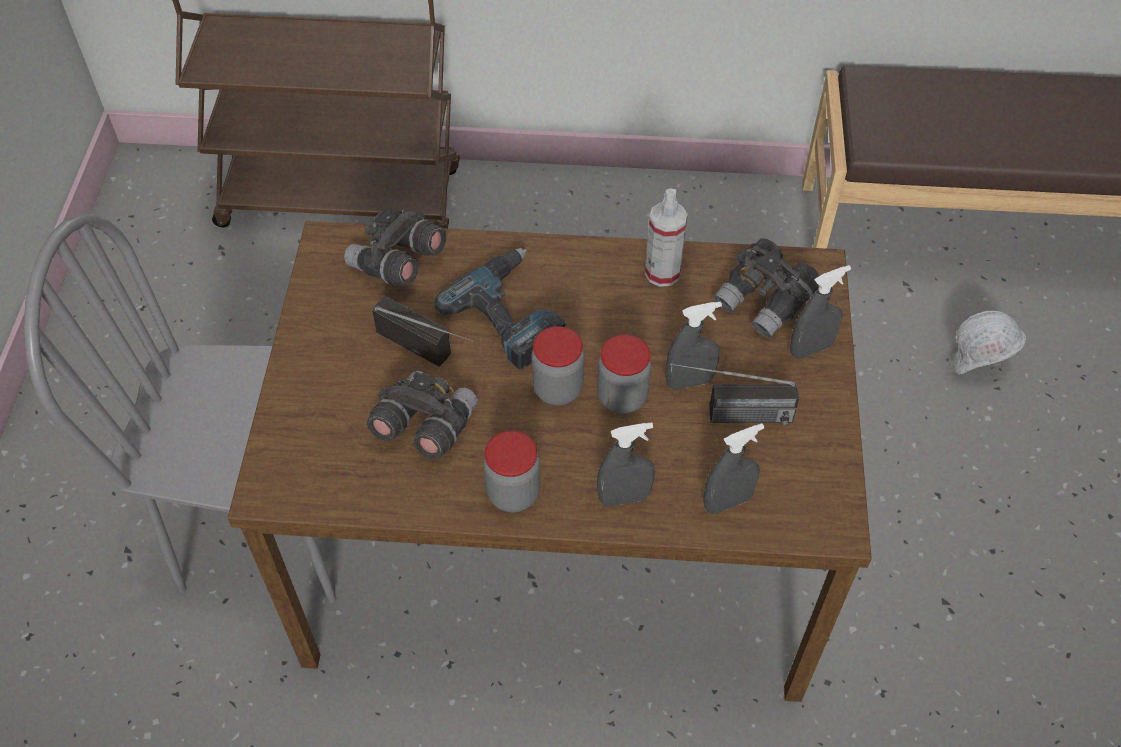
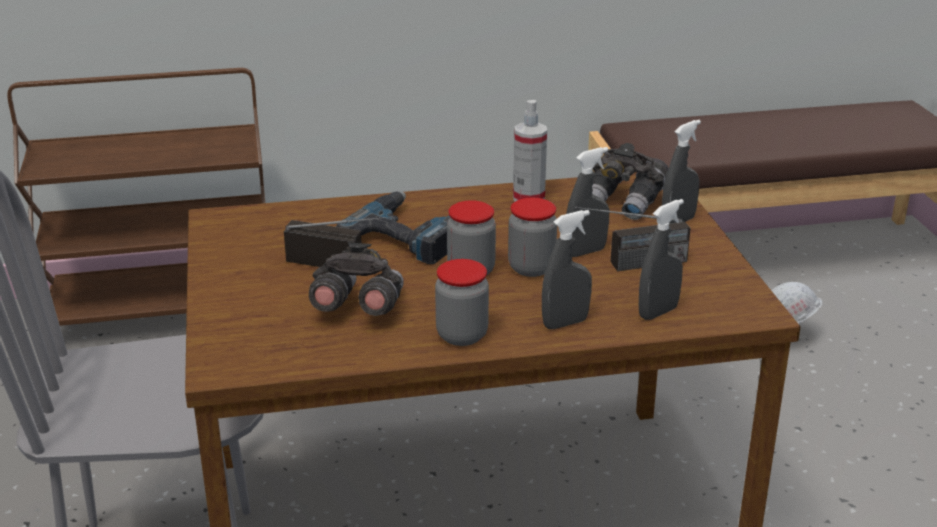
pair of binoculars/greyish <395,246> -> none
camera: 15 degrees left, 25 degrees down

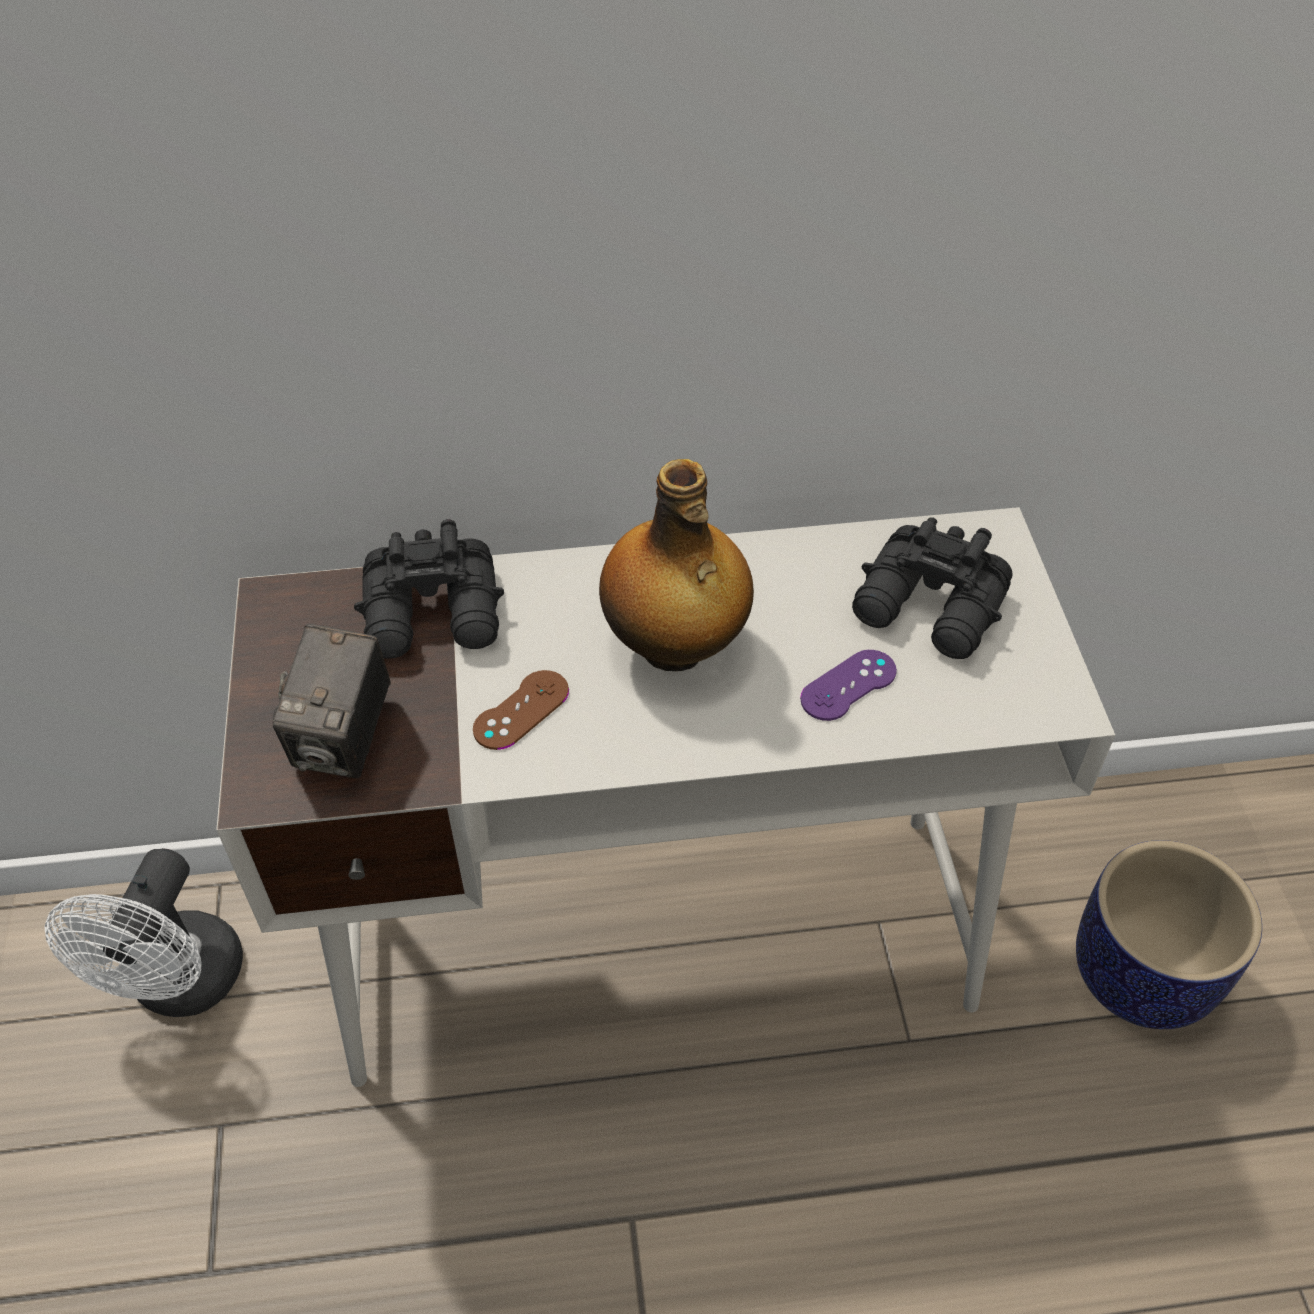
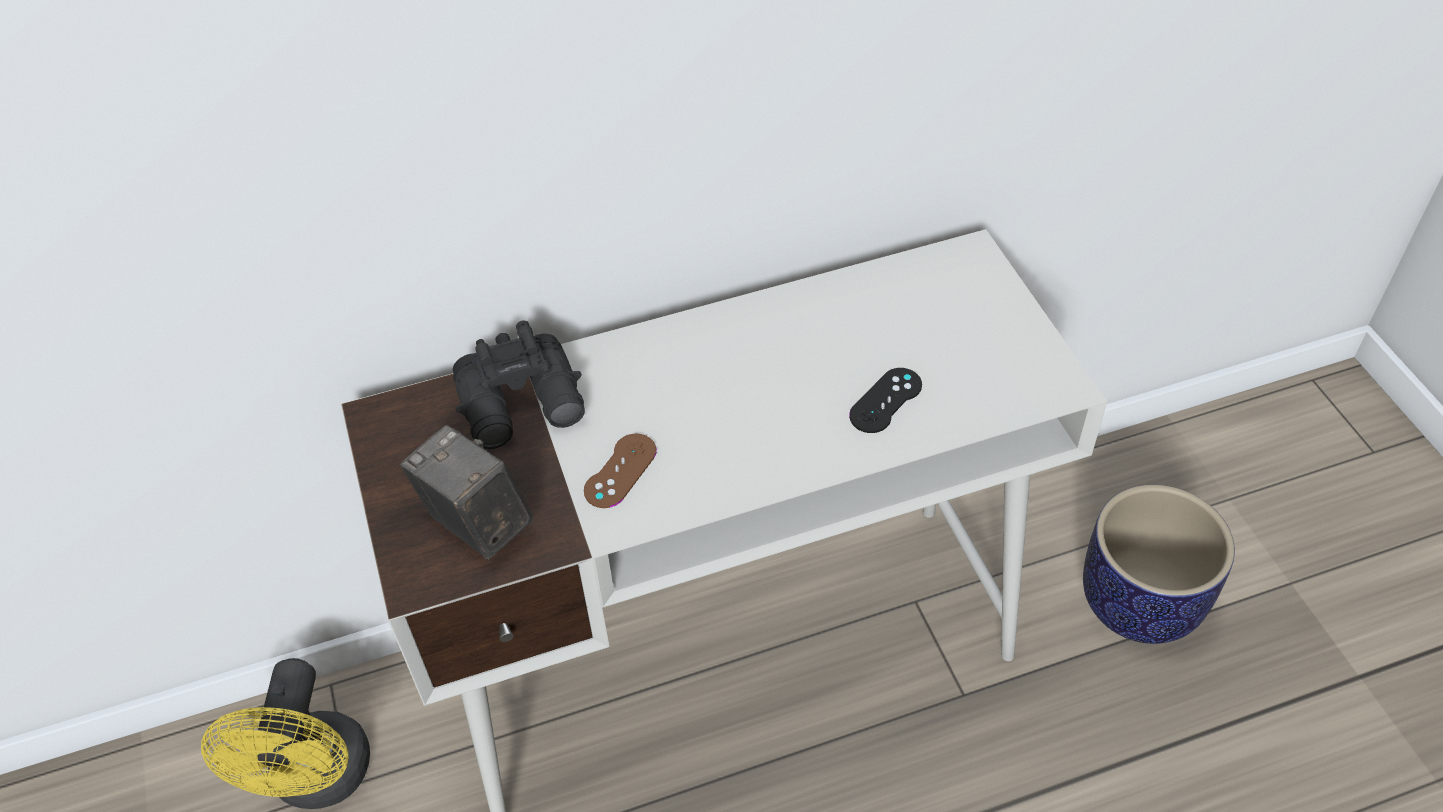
electric fan/white <143,932> -> electric fan/yellow-coloured <285,733>
photo camera <331,701> -> photo camera <467,492>, 135 degrees clockwise
bottle <676,565> -> none
joypad/purple <848,685> -> joypad/blackish <885,400>
pair of binoculars/blackish <932,588> -> none
camera: 10 degrees left, 0 degrees up

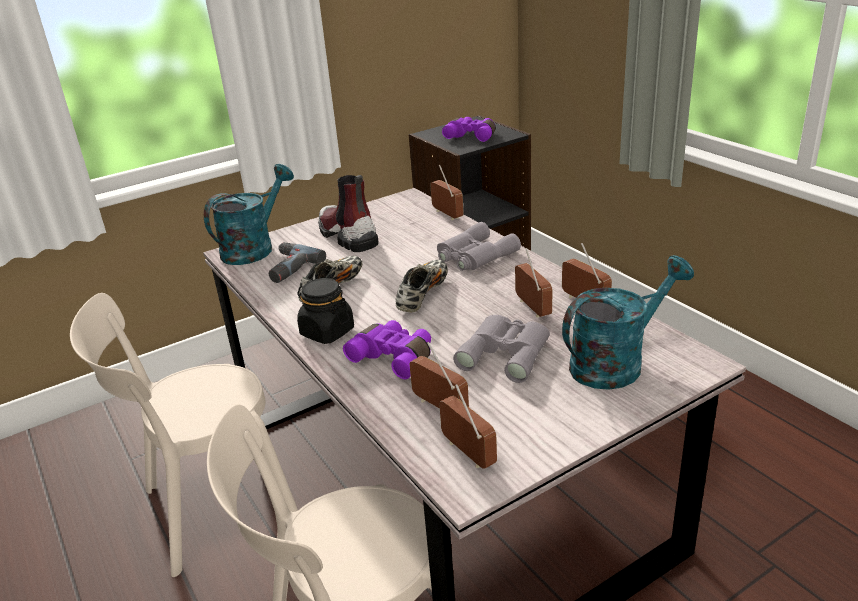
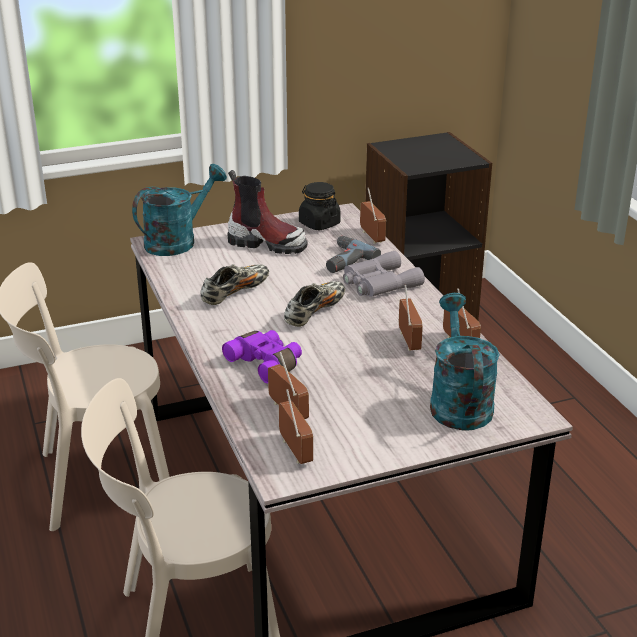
electric drill <297,262> -> electric drill <353,254>, shifted
storage jar/blackish <325,311> -> storage jar/blackish <320,206>, shifted
tall boot <348,213> -> tall boot <268,212>, 135 degrees clockwise
pair of binoculars/purple <469,129> -> none
pair of binoculars/greyish <501,349> -> none
watering pot/turquoise <628,322> -> watering pot/turquoise <465,361>, 75 degrees counterclockwise
camera: 10 degrees right, 0 degrees up

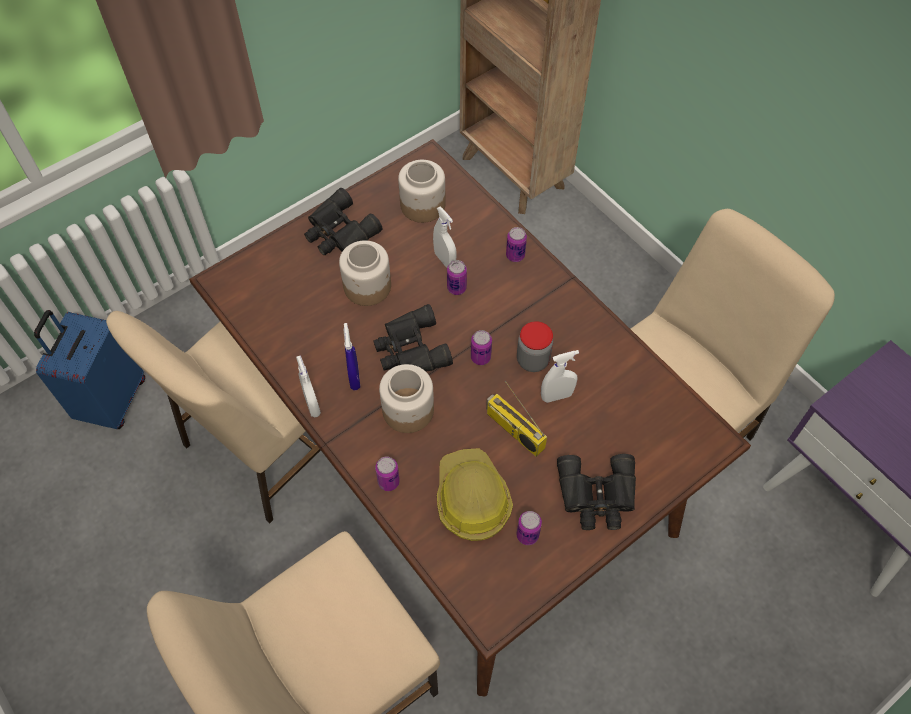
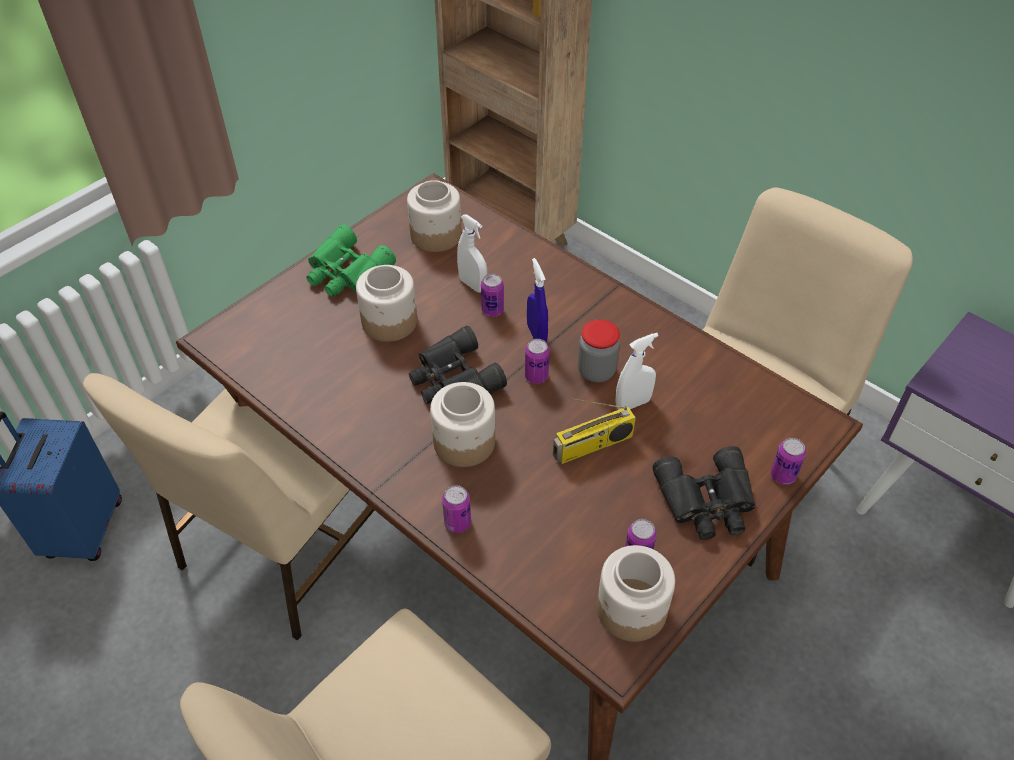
spray bottle/white <308,386> -> none
pair of binoculars/blackish <343,221> -> pair of binoculars/green <351,260>
spray bottle/blue-coloured <352,356> -> spray bottle/blue-coloured <537,300>, shifted
safety helmet <475,494> -> none
radio <516,419> -> radio <594,431>, 60 degrees counterclockwise
can <516,244> -> can <788,461>, shifted
none -> storage jar <636,593>
camera: 10 degrees left, 10 degrees down

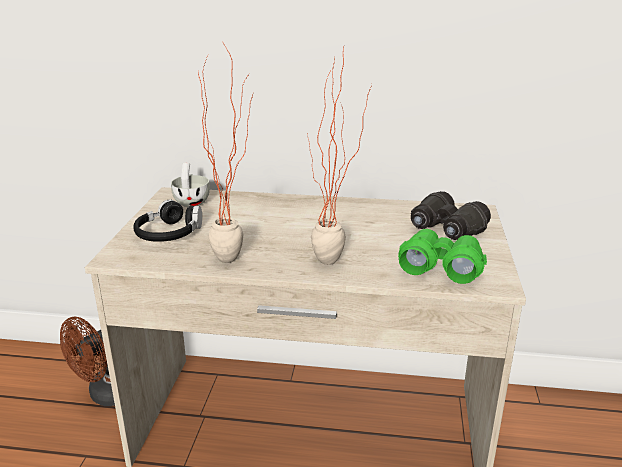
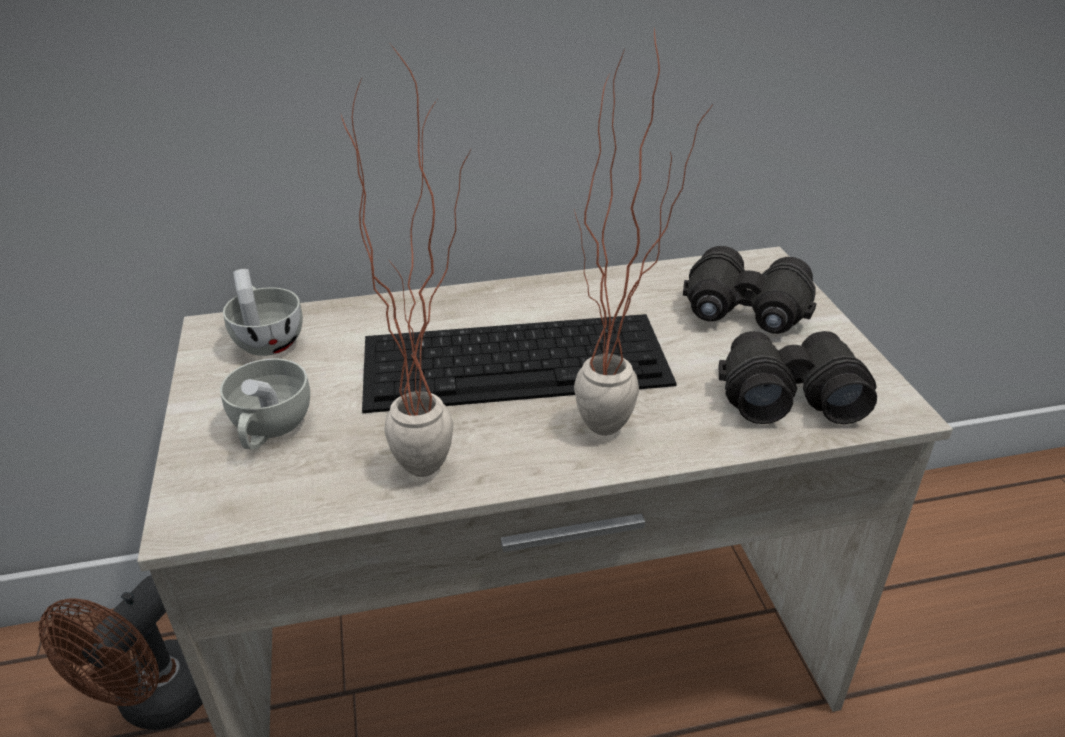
pair of headphones/blackish <167,221> -> small cup/white <265,404>
pair of binoculars/green <442,256> -> pair of binoculars/blackish <798,377>
none -> PC keyboard <519,363>
camera: 20 degrees left, 10 degrees up

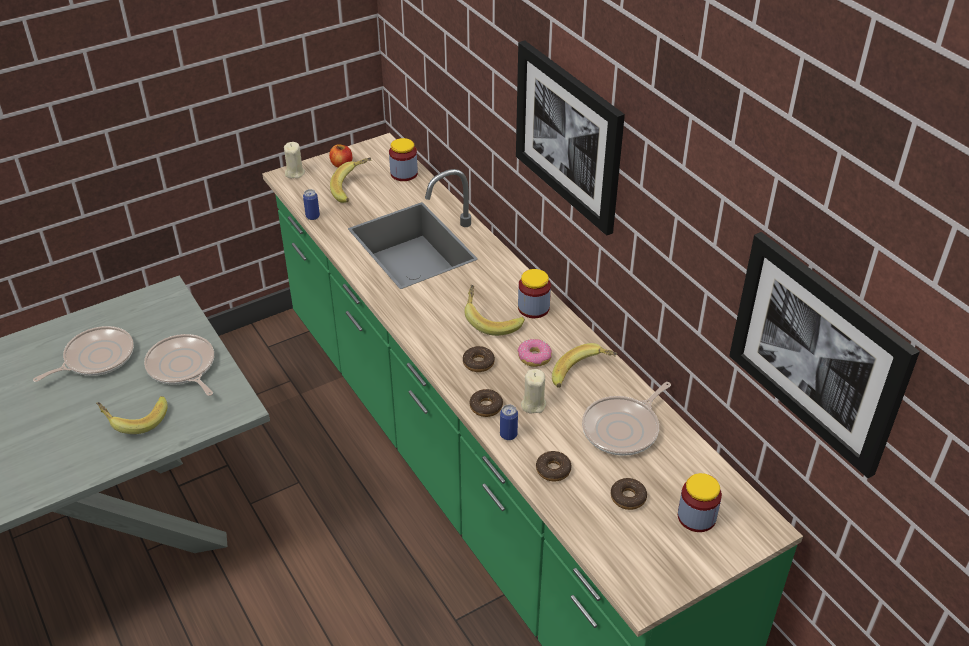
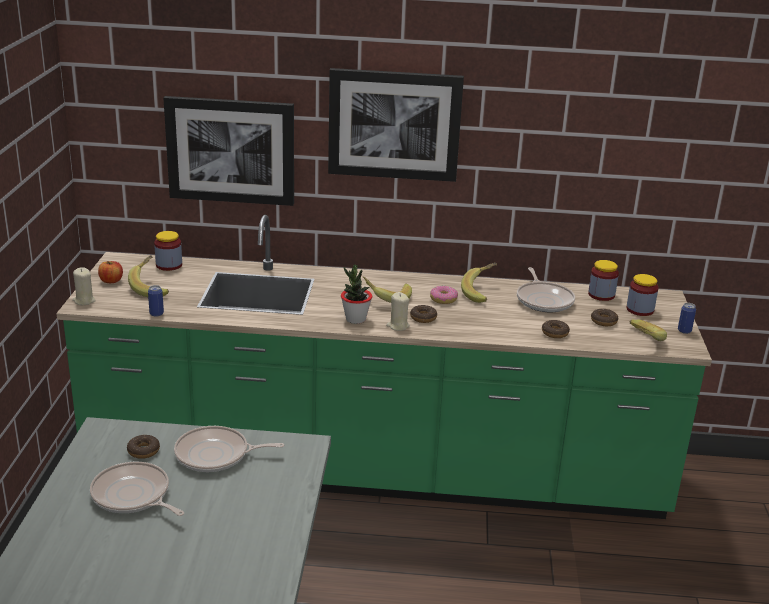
frying pan <83,354> -> frying pan <137,489>, 45 degrees counterclockwise
banana <132,415> -> banana <648,330>, shifted
ring doughnut <486,403> -> ring doughnut <143,447>, shifted
can <509,422> -> can <687,318>, shifted
storage jar <534,293> -> storage jar <603,280>, shifted
candle/sand-coloured <533,391> -> candle/sand-coloured <398,311>, shifted
wall picture <824,355> -> wall picture <228,151>, shifted
none -> potted plant <356,294>
camera: 55 degrees left, 15 degrees down

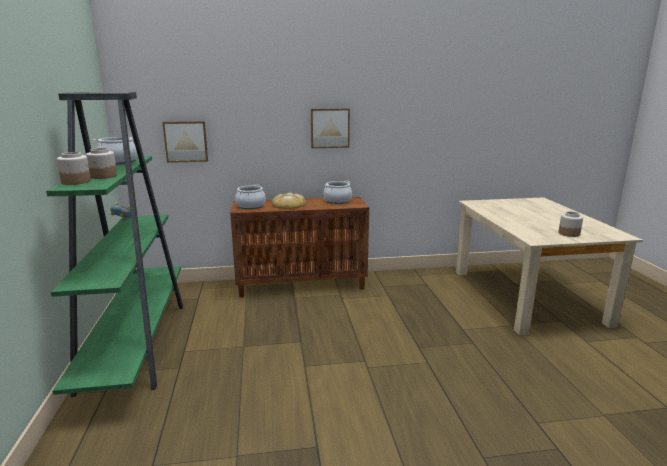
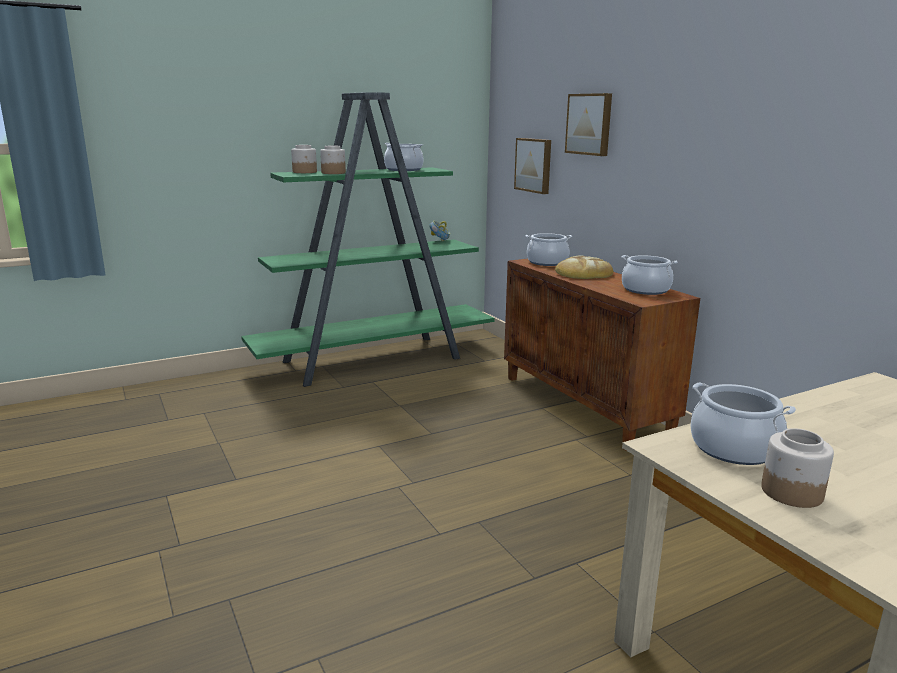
wall picture <330,128> -> wall picture <588,124>, shifted
none -> stockpot <743,423>
camera: 70 degrees right, 0 degrees up

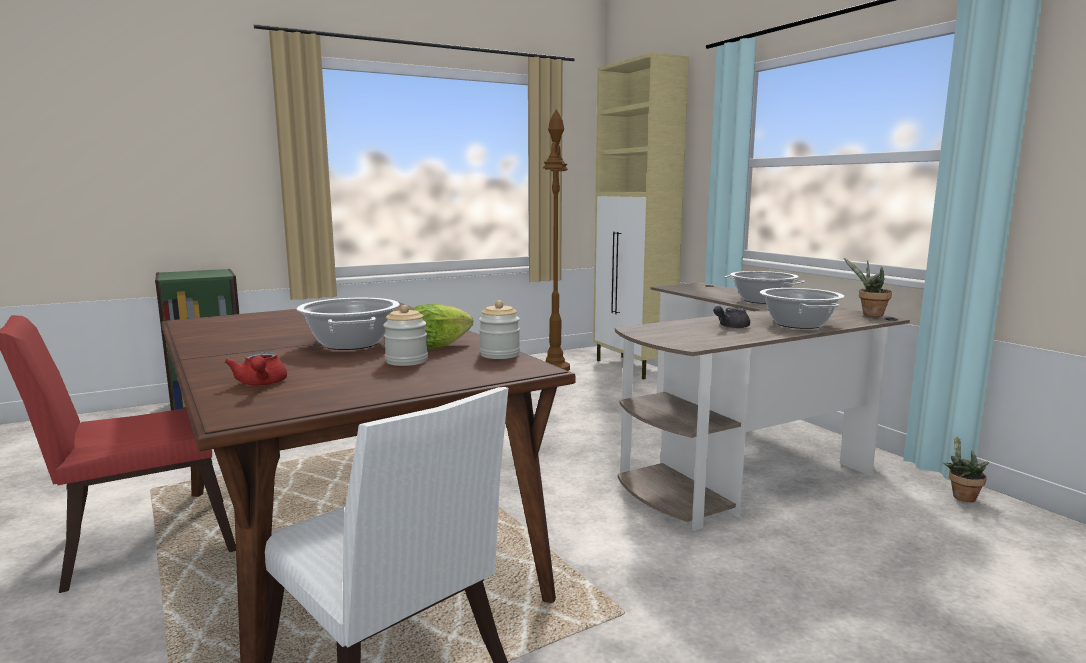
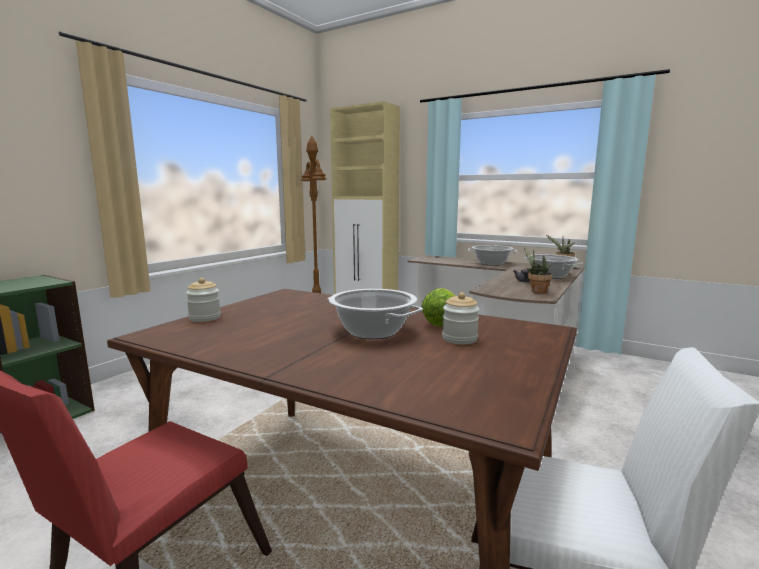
teapot/red-coloured <256,369> -> none
storage jar <499,329> -> storage jar <203,300>, shifted
potted plant <966,469> -> potted plant <538,270>, shifted
camera: 30 degrees left, 0 degrees up

